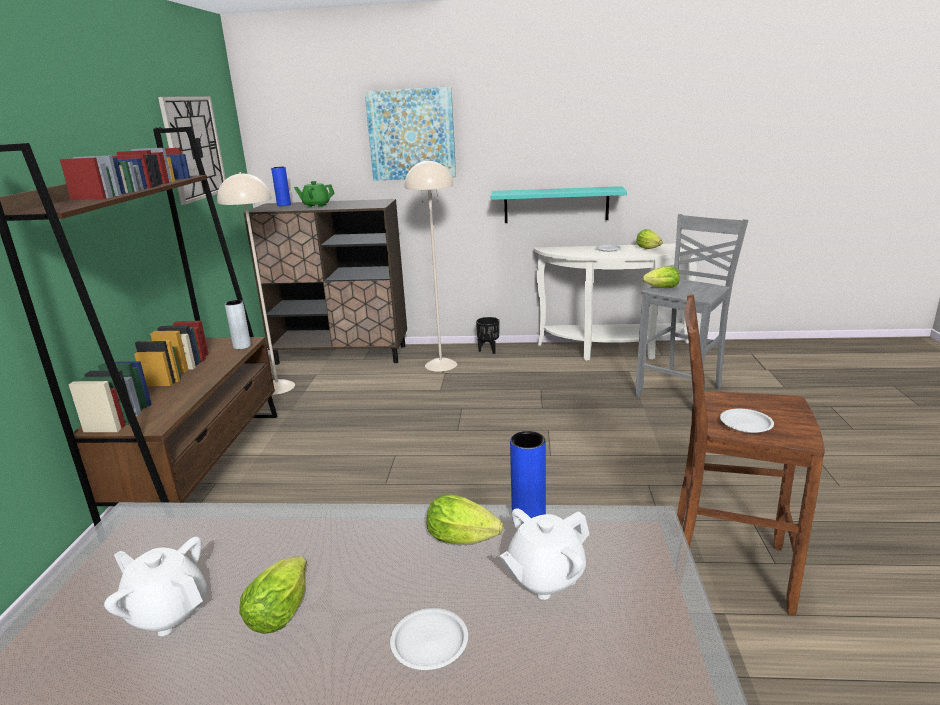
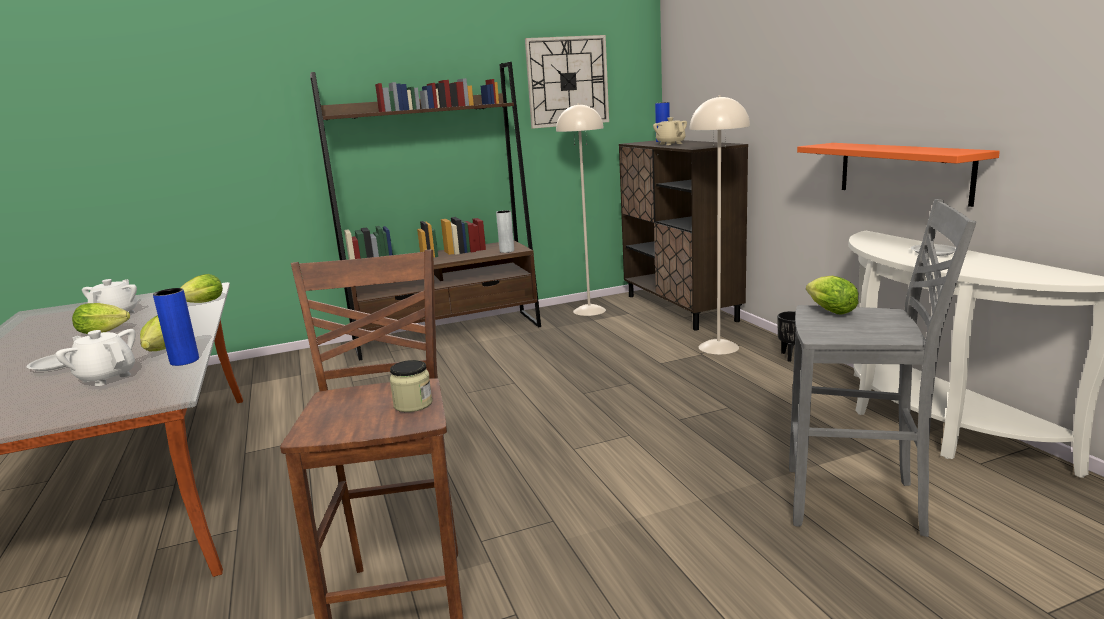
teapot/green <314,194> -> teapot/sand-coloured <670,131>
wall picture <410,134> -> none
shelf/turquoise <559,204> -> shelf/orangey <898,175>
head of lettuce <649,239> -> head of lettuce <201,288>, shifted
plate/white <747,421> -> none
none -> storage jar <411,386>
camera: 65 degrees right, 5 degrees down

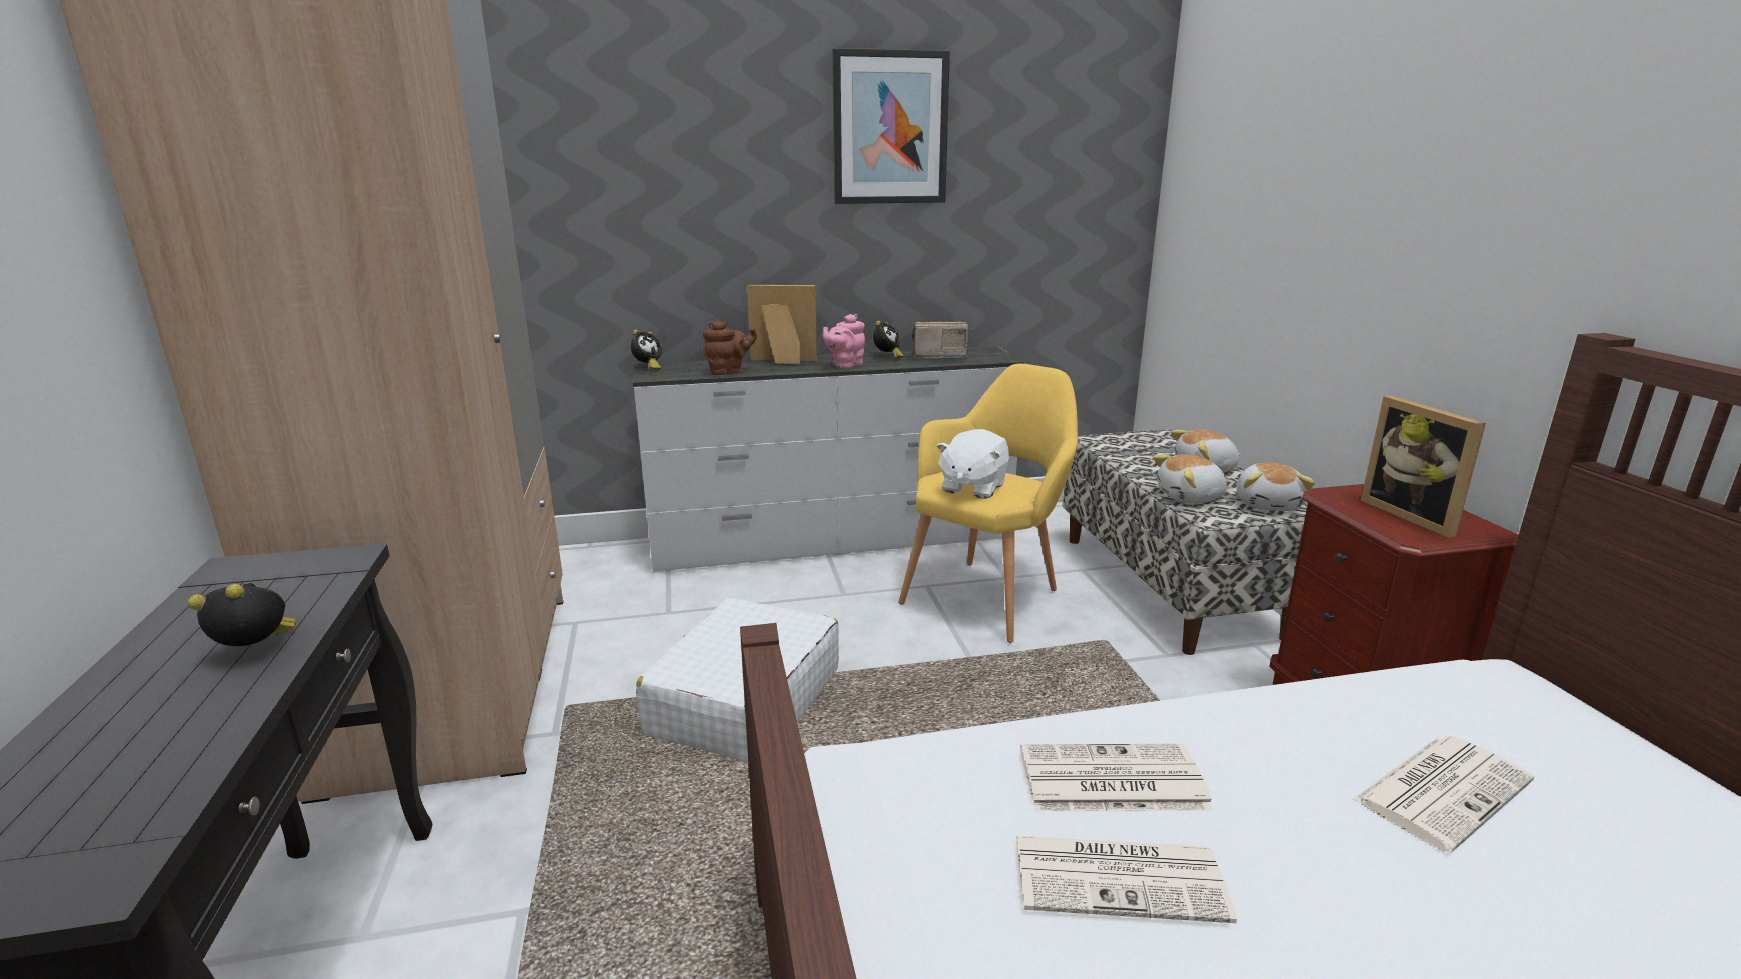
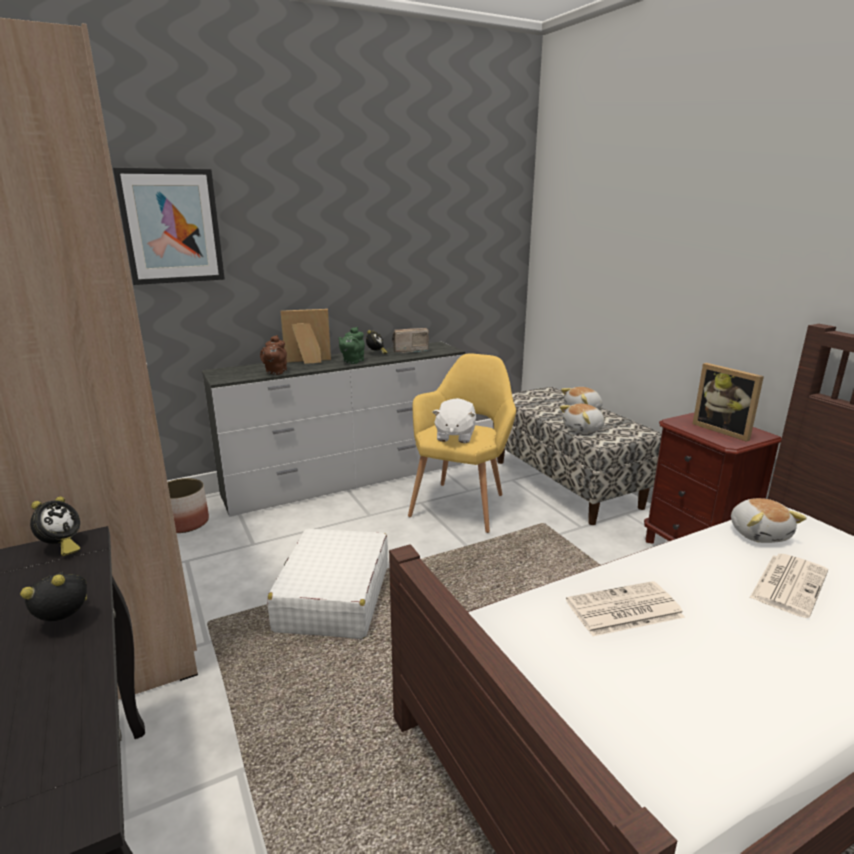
table clock <646,349> -> table clock <55,526>, shifted
teapot/brown <730,348> -> teapot/brown <273,355>, 135 degrees clockwise
teapot/pinkish <844,341> -> teapot/green <351,345>
wall picture <891,126> -> wall picture <169,226>, shifted
daily paper <1126,879> -> none
plush toy <1275,486> -> plush toy <769,520>, shifted
none -> flower pot <188,505>
camera: 15 degrees left, 0 degrees up

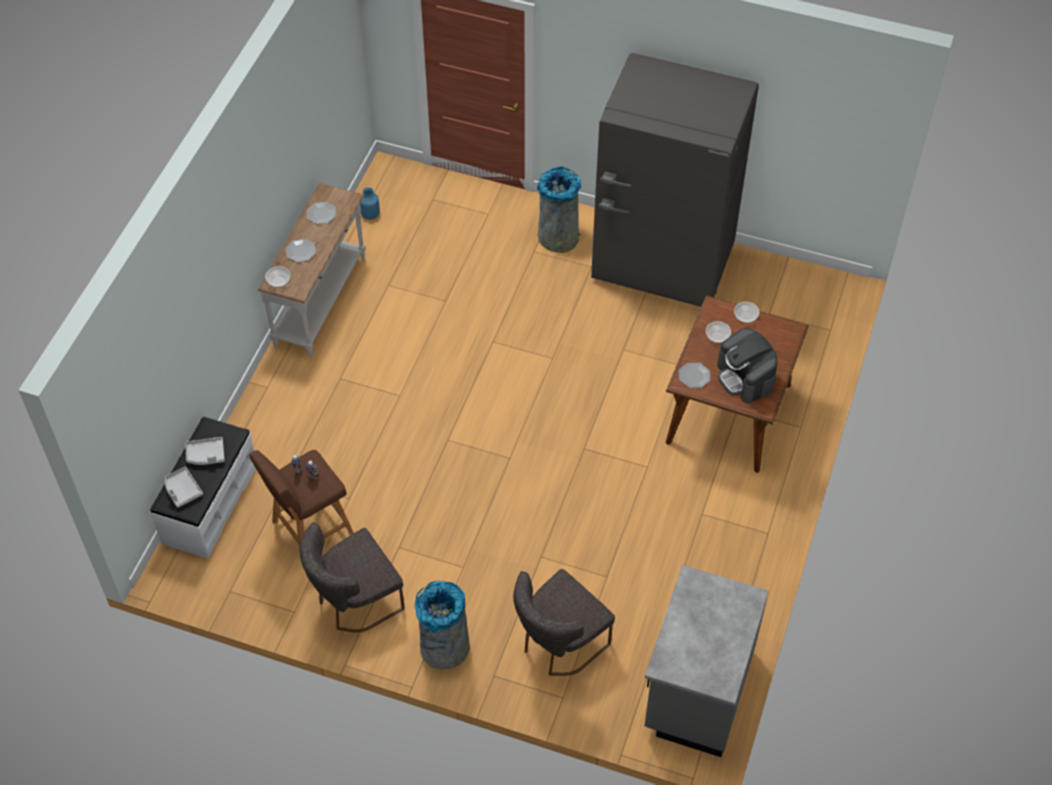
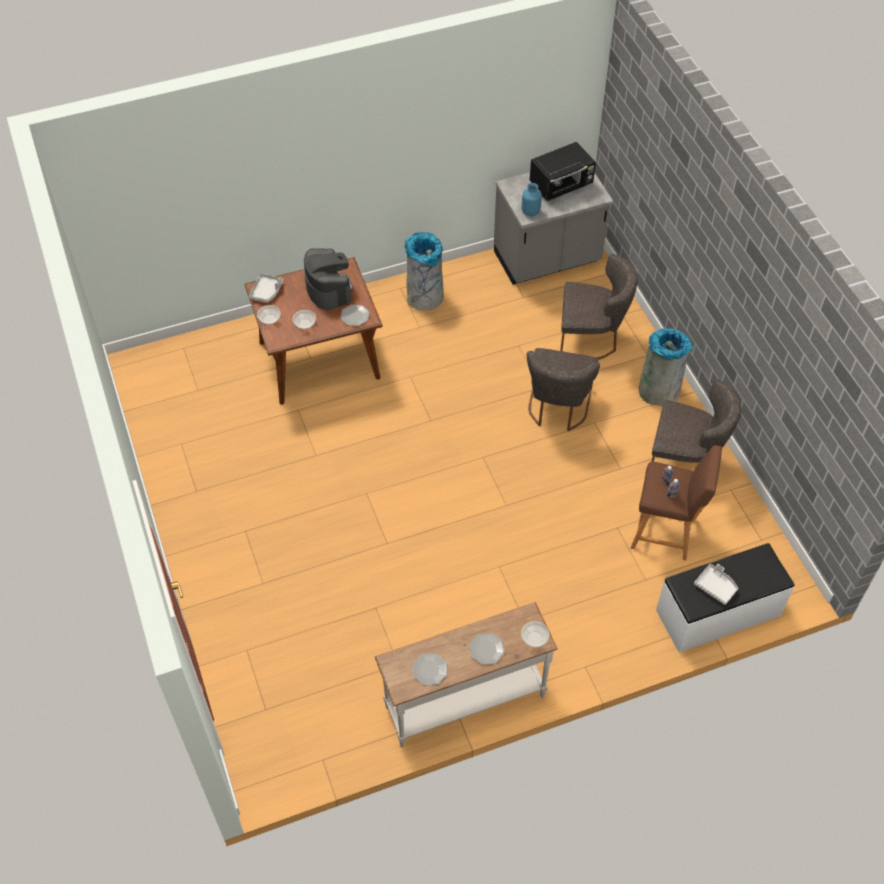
carrying tray/greyish <184,487> -> carrying tray/greyish <266,288>, shifted
flower vase/blue-coloured <370,203> -> flower vase/blue-coloured <532,199>, shifted
rubbish bin/greyish <559,209> -> rubbish bin/greyish <424,271>, shifted
fridge/greyish <675,180> -> none
coffee maker <747,365> -> coffee maker <328,279>, 45 degrees counterclockwise
none -> plain chair/greyish <563,389>
none -> microwave oven/blackish <563,171>
camera: 130 degrees left, 0 degrees up

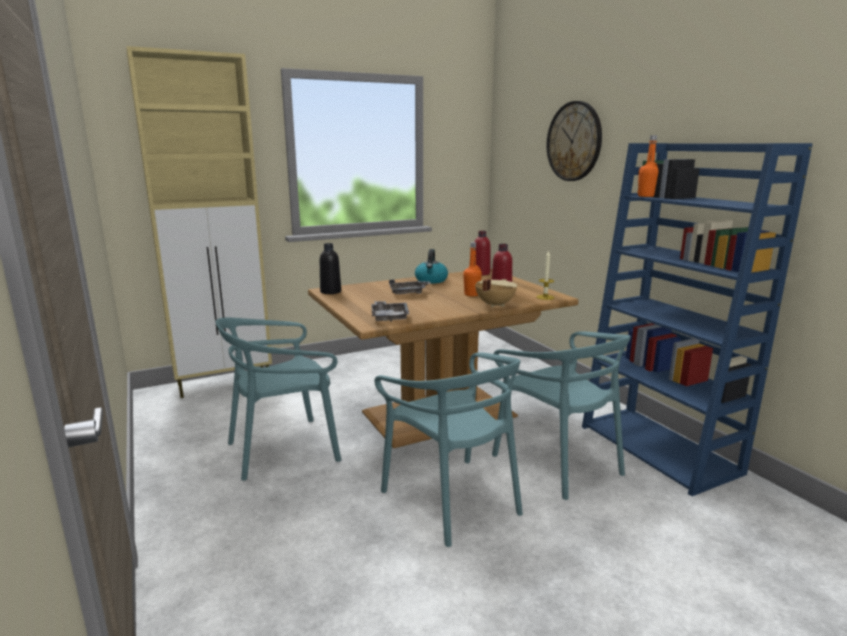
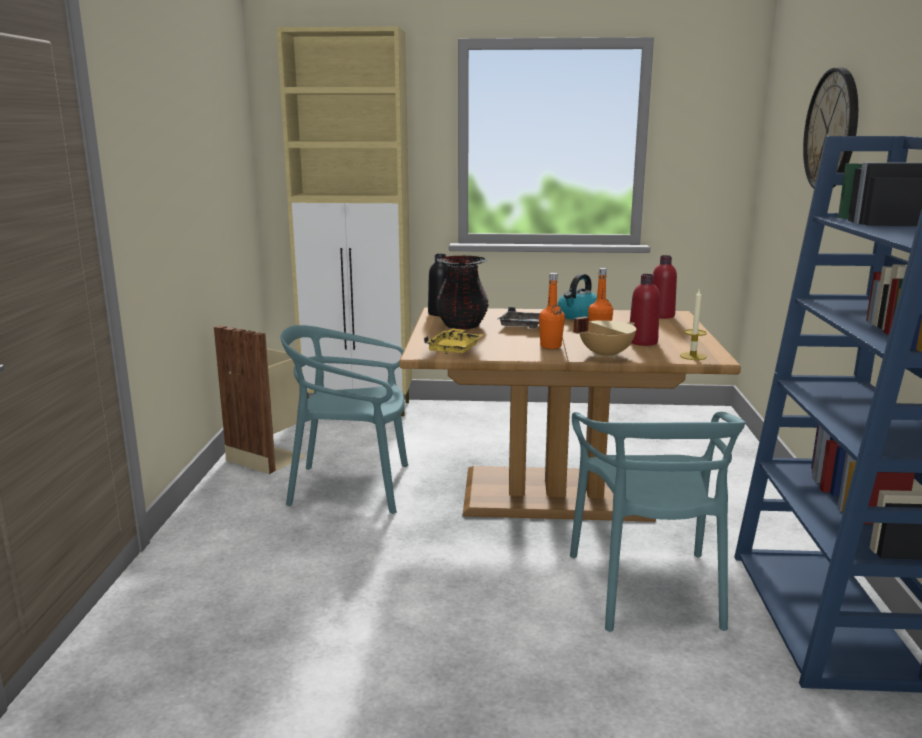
carrying tray/greyish <390,311> -> carrying tray/yellow-coloured <454,341>
plain chair/turquoise <449,449> -> none
bottle/orangey <648,166> -> bottle/orangey <552,311>, shifted
none -> rubbish bin/sand-coloured <260,399>
none -> flower vase/blackish <462,292>
camera: 30 degrees right, 0 degrees up

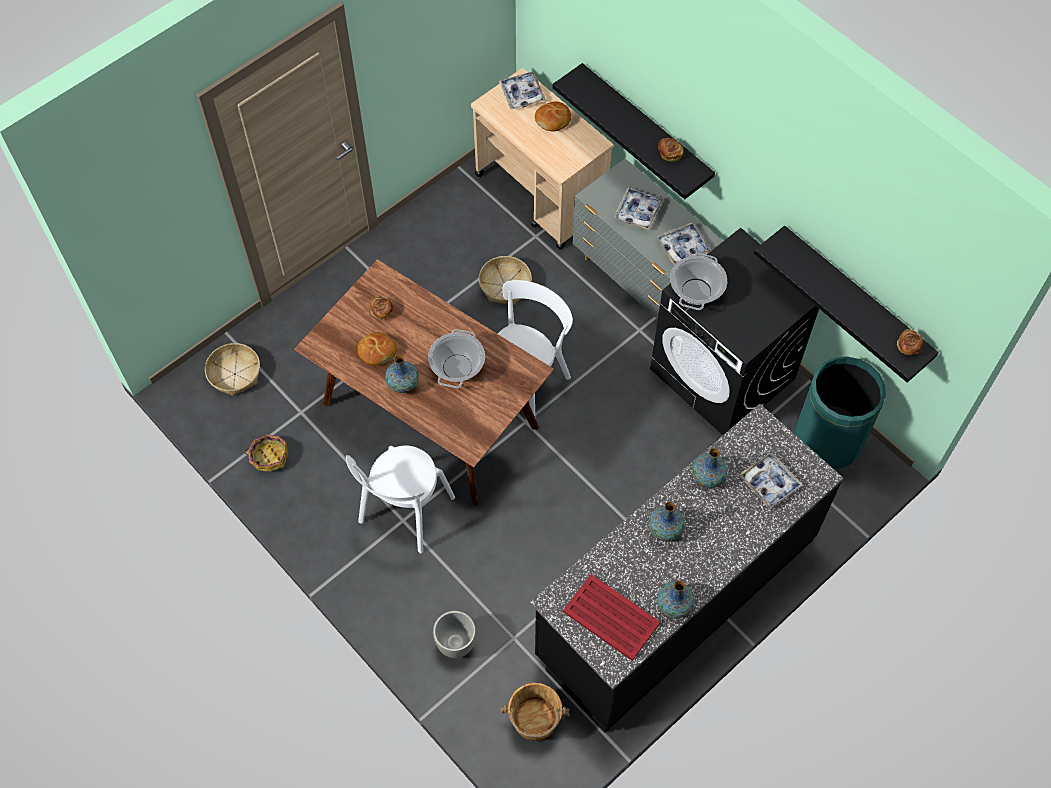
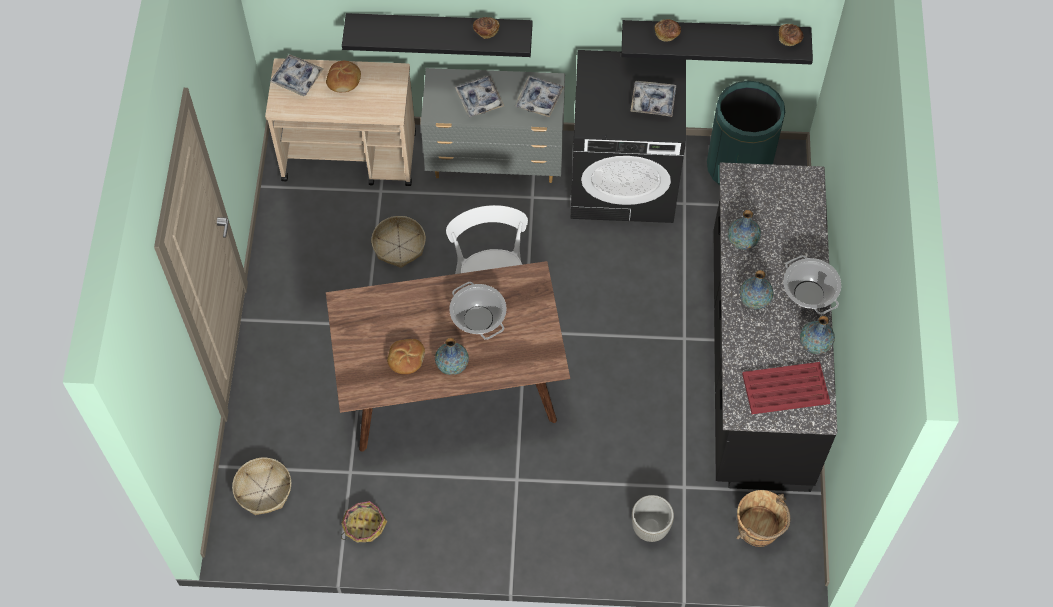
plain chair/white <400,499> -> none
bread <381,307> -> bread <667,30>, shifted
stockpot <698,281> -> stockpot <812,285>, shifted
carrying tray <771,480> -> carrying tray <653,99>, shifted
camera: 45 degrees left, 0 degrees up

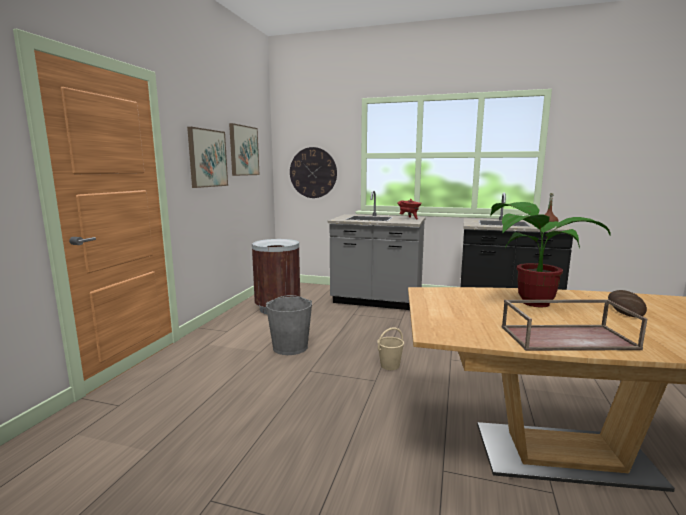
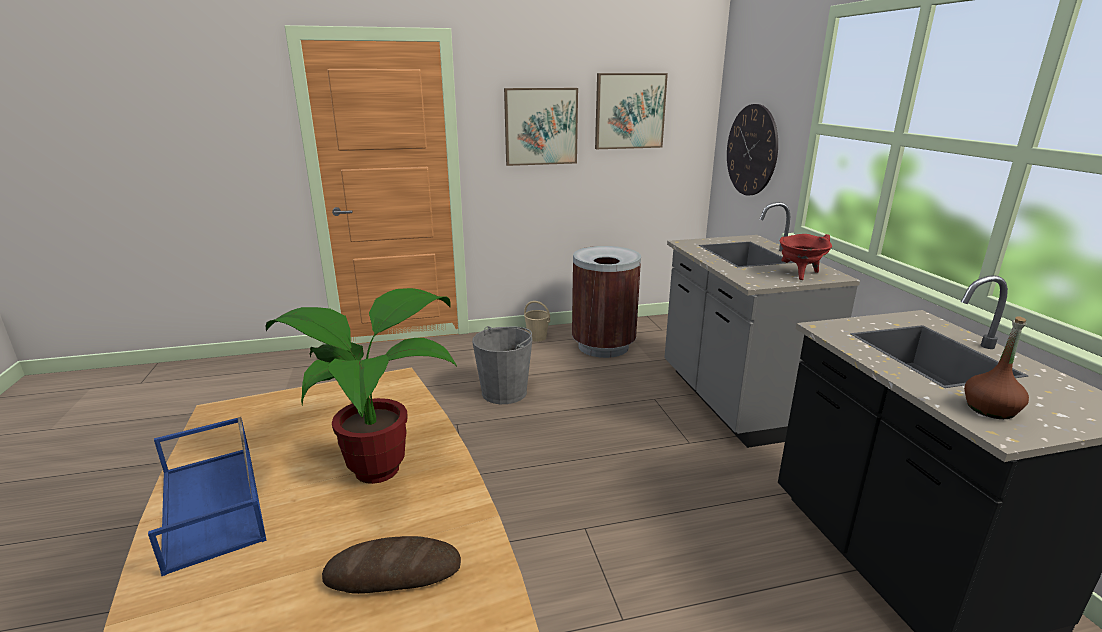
bucket/sand-coloured <390,348> -> bucket/sand-coloured <537,321>, shifted
carrying tray/brown <574,325> -> carrying tray/blue-coloured <207,496>
camera: 60 degrees right, 10 degrees up

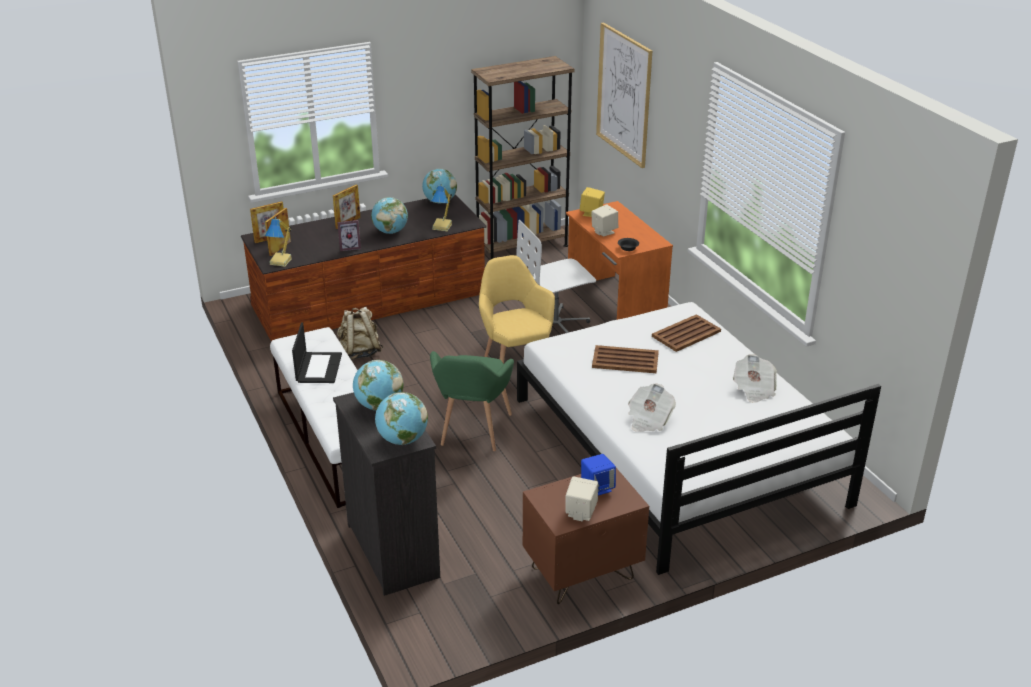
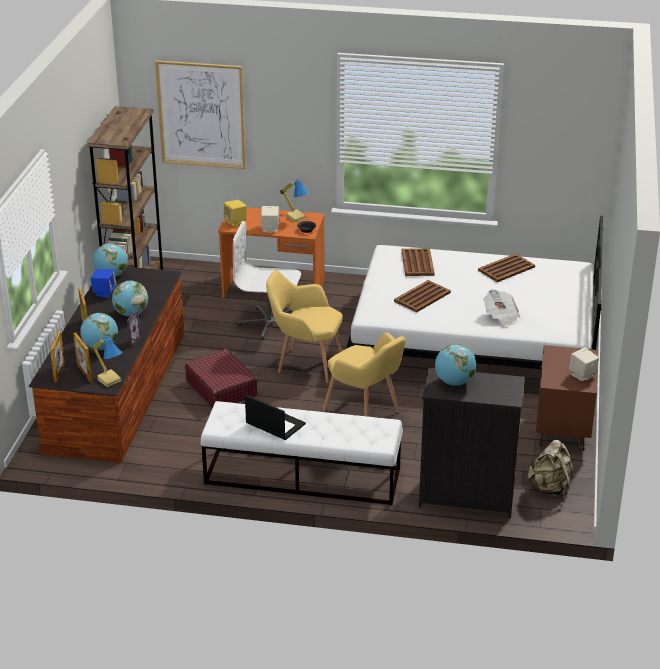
knapsack/sand-coloured <360,333> -> knapsack/sand-coloured <551,469>, shifted
desk globe <401,418> -> desk globe <99,331>, shifted
tabletop lamp <441,207> -> tabletop lamp <294,200>, shifted
lounge chair/green <472,401> -> lounge chair/yellow-coloured <364,375>
office chair/white <556,276> -> office chair/white <267,280>, 90 degrees clockwise
speaker/blue-coloured <598,474> -> speaker/blue-coloured <103,283>, shifted
daily paper <755,378> -> carrying tray/brown <506,268>
none -> travel case/red-coloured <221,378>
camera: 55 degrees left, 0 degrees up

